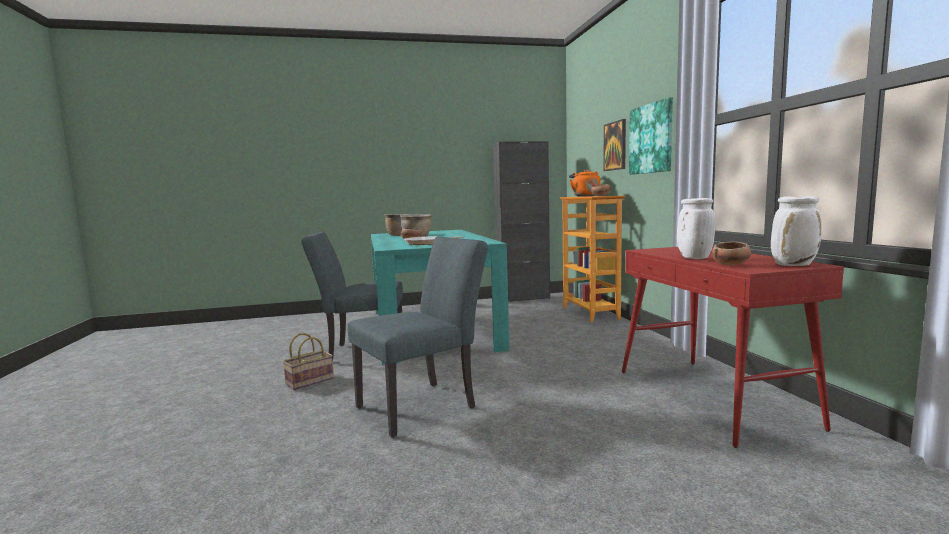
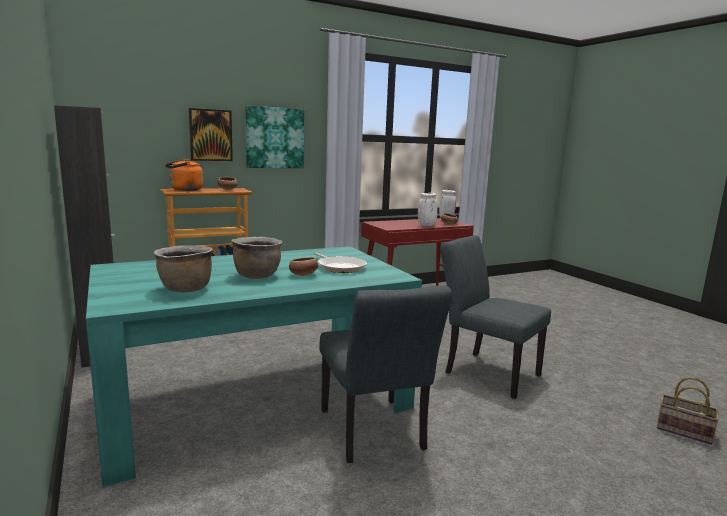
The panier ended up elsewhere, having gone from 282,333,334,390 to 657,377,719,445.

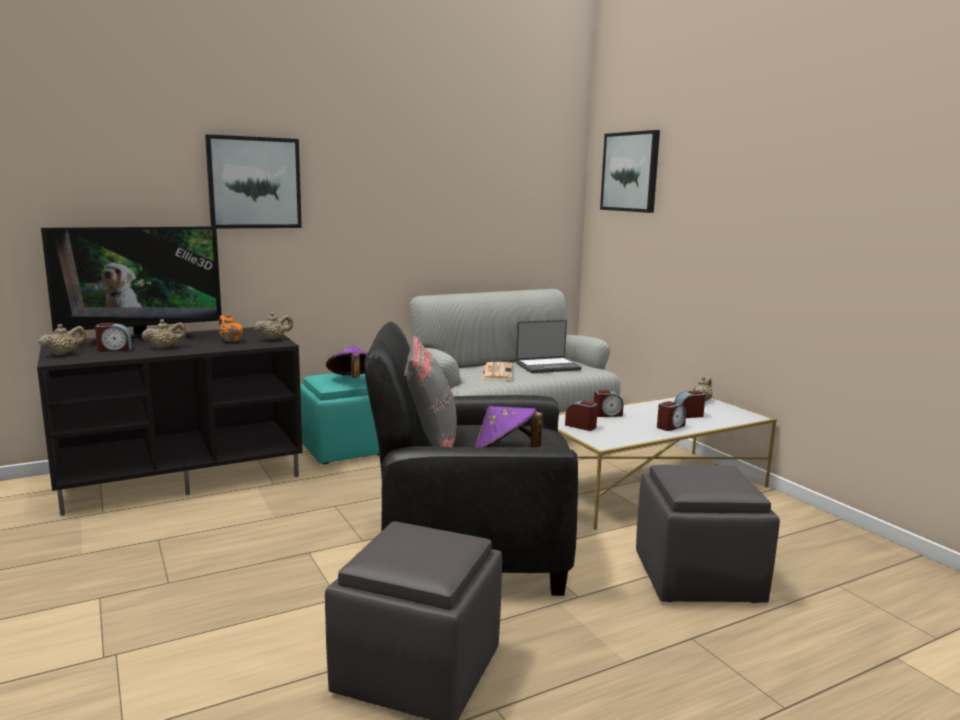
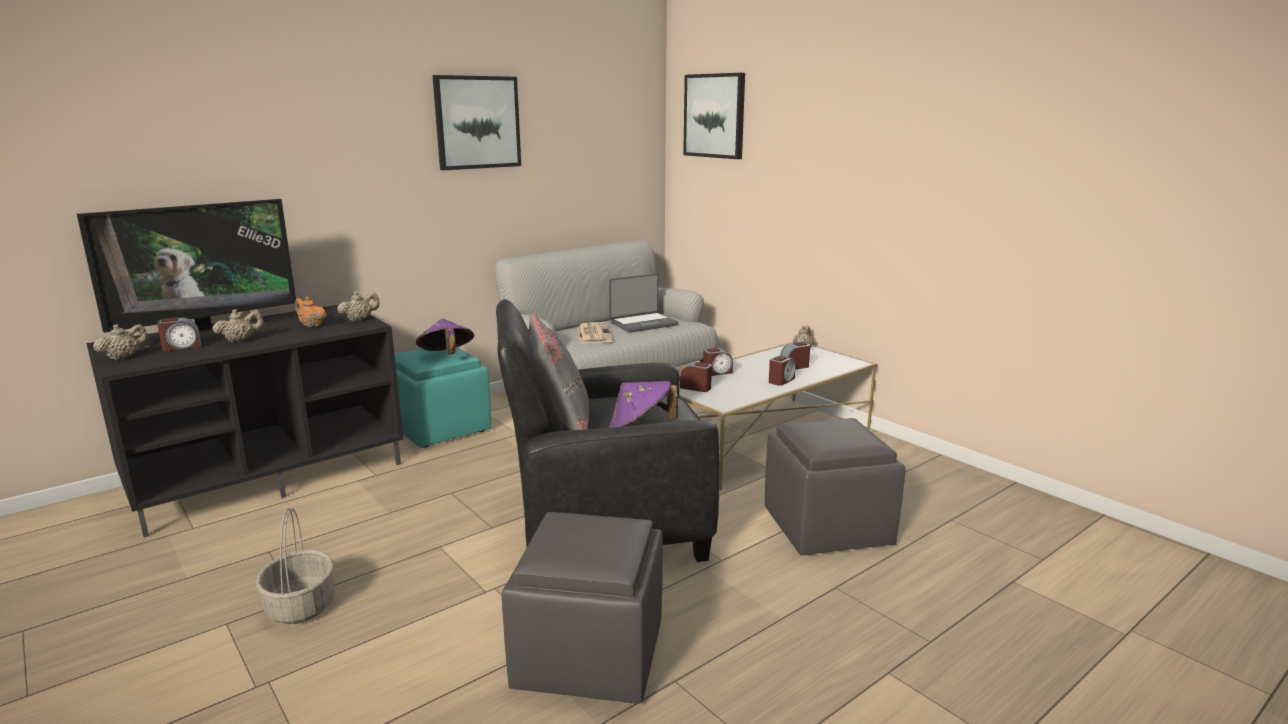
The second view gained the panier at 256,508,335,624.
The tableau ended up elsewhere, having gone from 205,134,302,228 to 432,75,521,170.

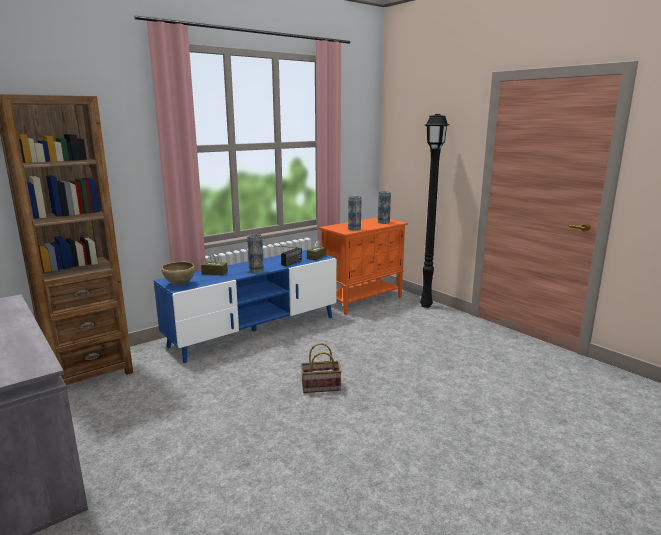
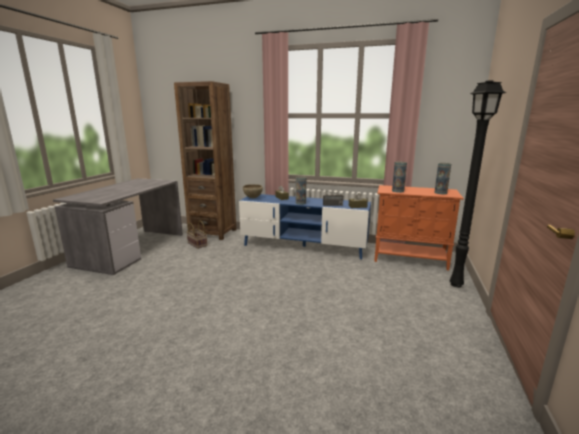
The panier ended up elsewhere, having gone from 301,343,342,393 to 186,221,208,249.

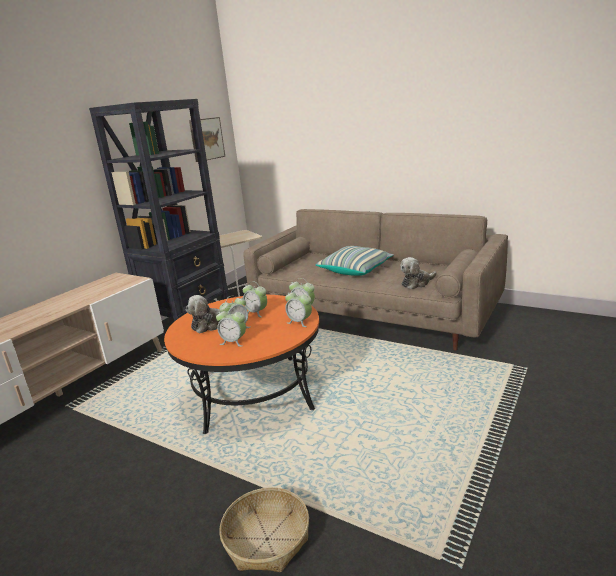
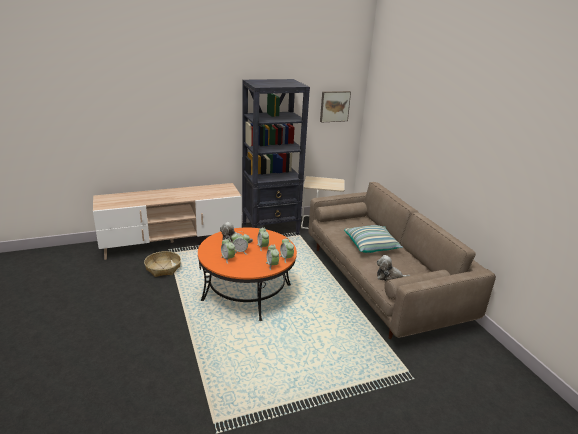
The panier ended up elsewhere, having gone from 220,487,309,572 to 144,251,181,277.

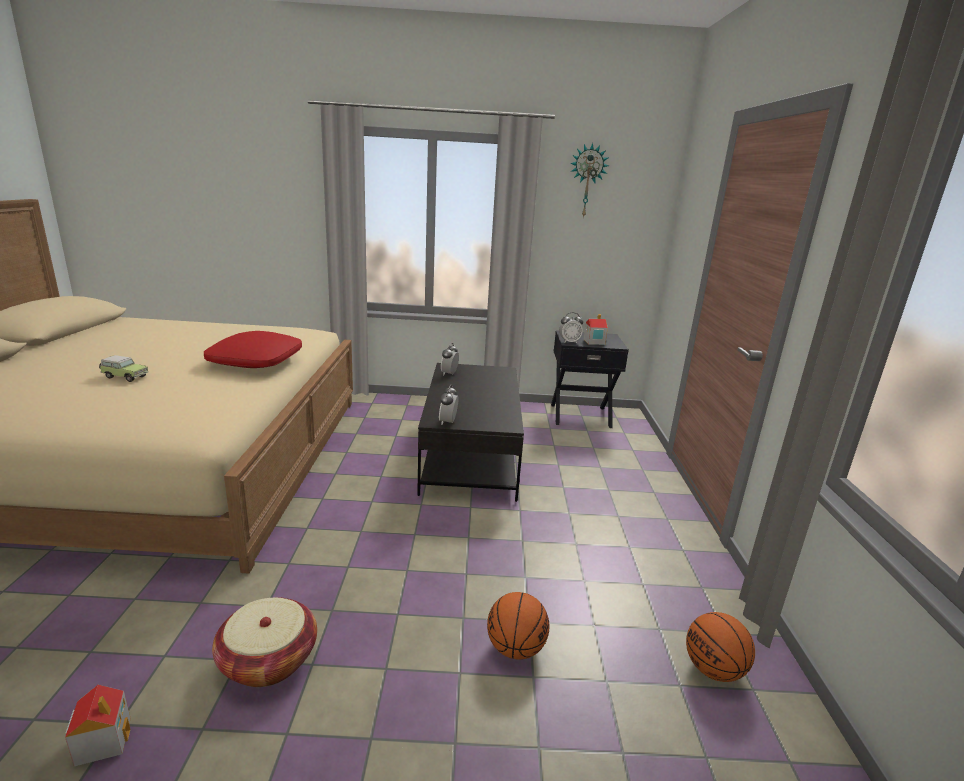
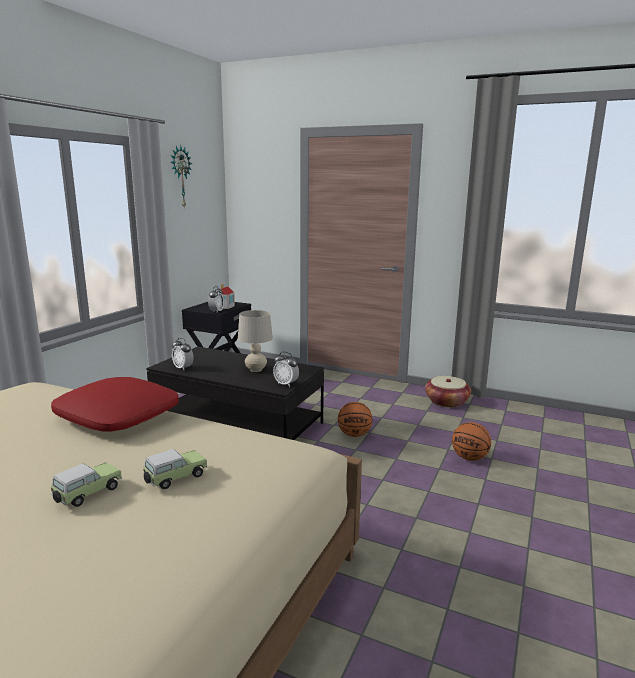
The second view lost the maison miniature at 65,685,131,766.
The second view gained the petite voiture at 143,449,207,489.
The second view gained the lampe de table (beige) at 238,310,273,372.
The panier ended up elsewhere, having gone from 212,597,317,687 to 425,376,471,408.
The ballon de basket ended up elsewhere, having gone from 686,612,755,682 to 338,402,373,437.

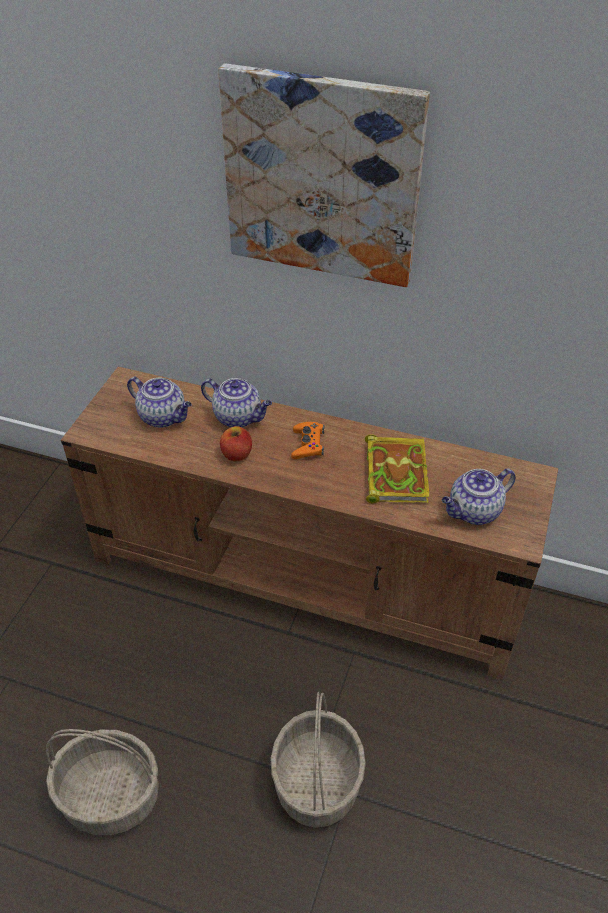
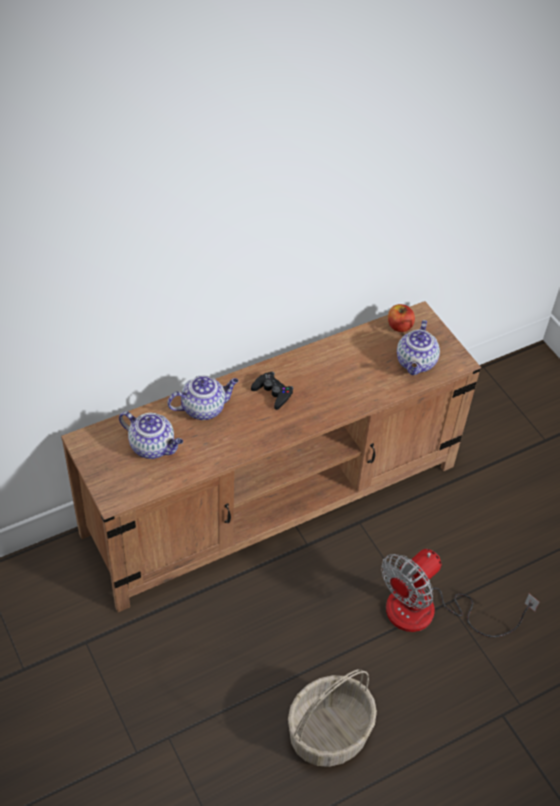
The second view lost the tableau at 218,64,430,287.
The second view lost the livre at 365,434,430,504.
The pomme ended up elsewhere, having gone from 220,426,252,461 to 388,304,415,332.
Where the panier stood at 270,692,366,828, the ventilateur came to stand at 381,549,539,637.
What was the manette (orange) at 291,422,325,459 turned into the manette (noir) at 251,372,293,410.
The théière at 127,377,192,428 ended up facing another way, 45 degrees clockwise from before.

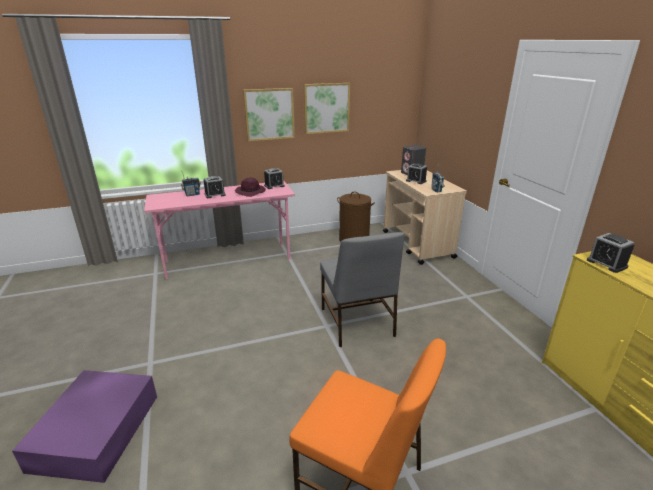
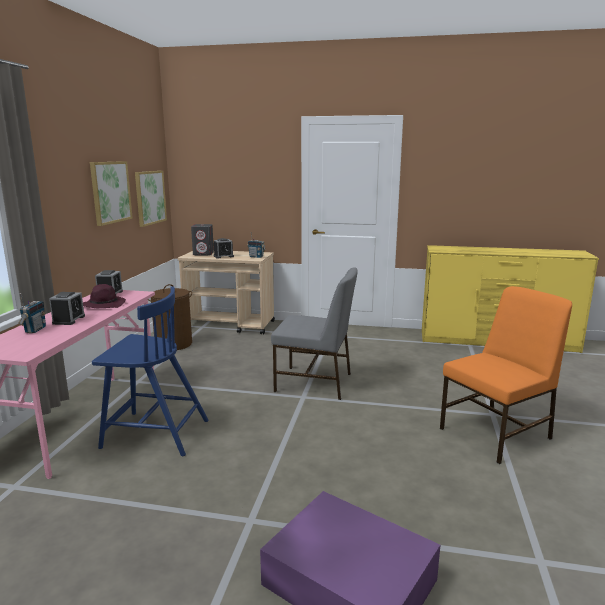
The second view lost the réveil at 587,233,635,273.
The second view gained the chaise (bleu) at 92,286,209,456.
The tableau ended up elsewhere, having gone from 243,88,295,141 to 135,171,167,227.

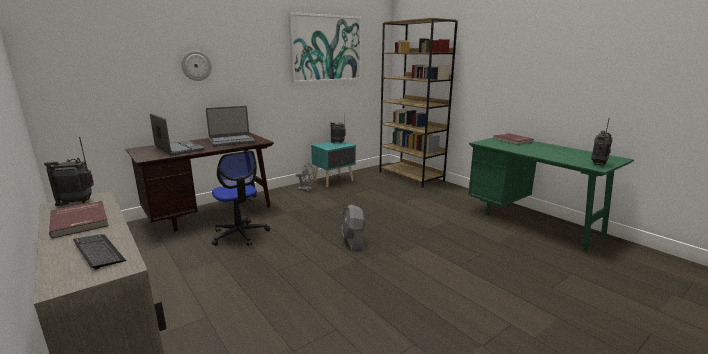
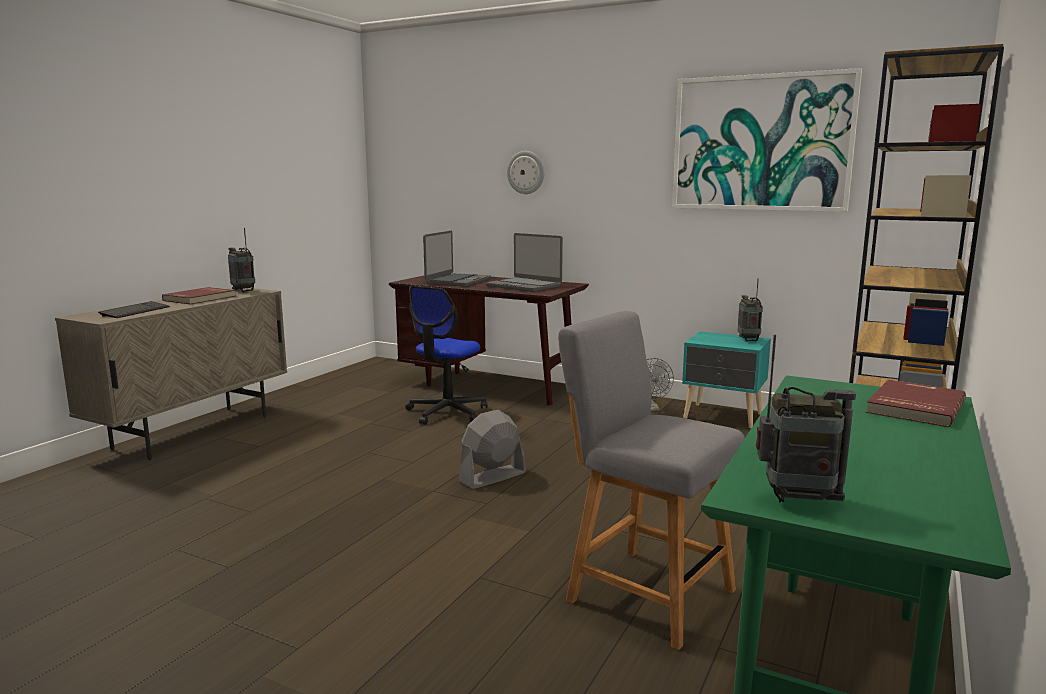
The second view gained the chaise (gris) at 558,311,745,650.

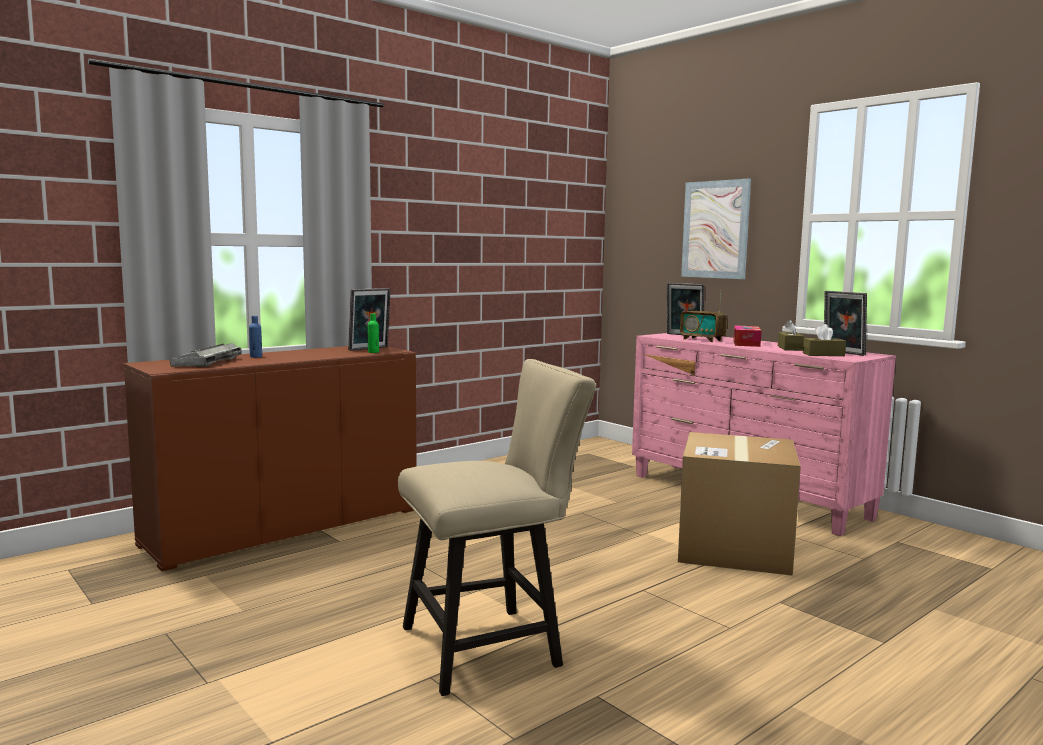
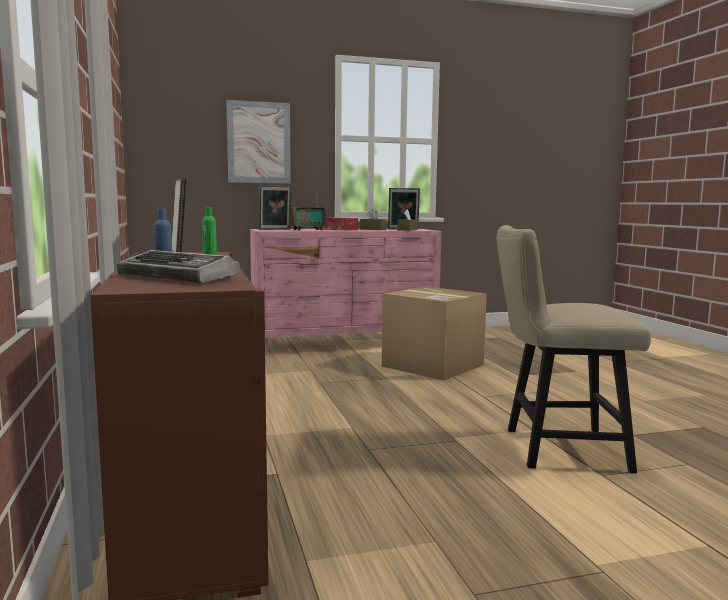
The chaise (beige) at 398,359,596,696 ended up facing another way, 90 degrees counterclockwise from before.

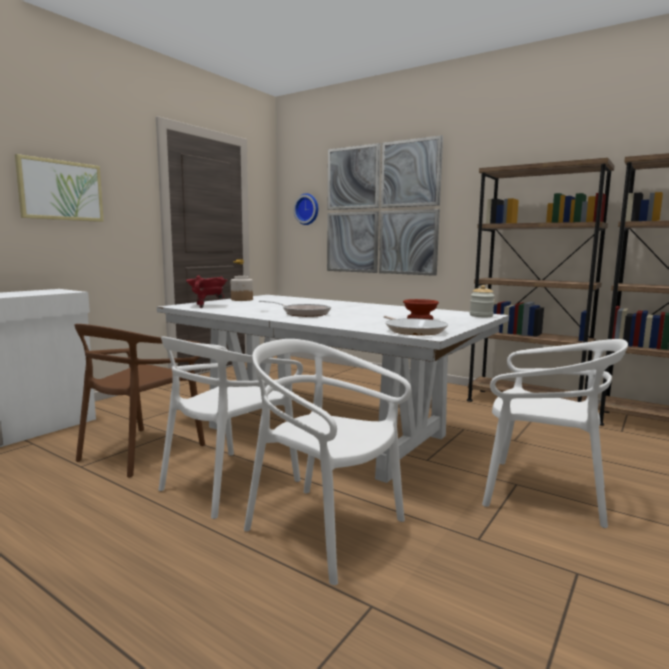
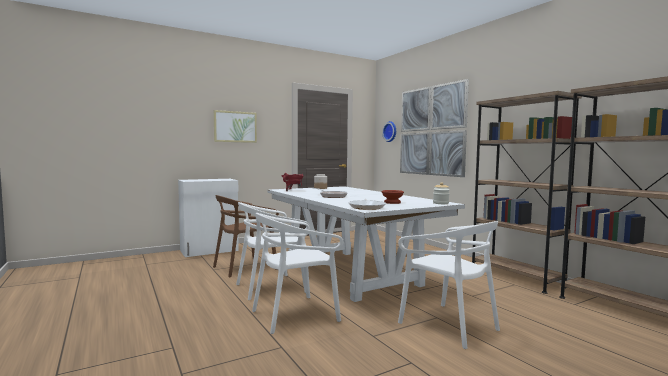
The chaise (blanc) at 244,339,411,585 ended up facing another way, 90 degrees counterclockwise from before.

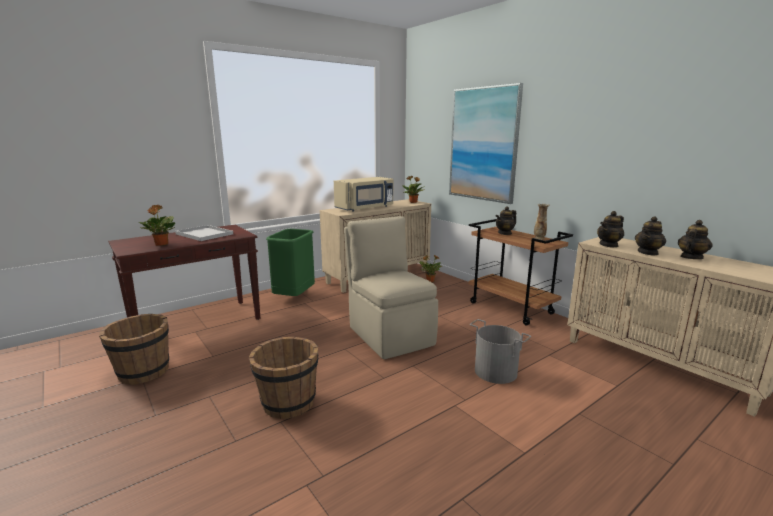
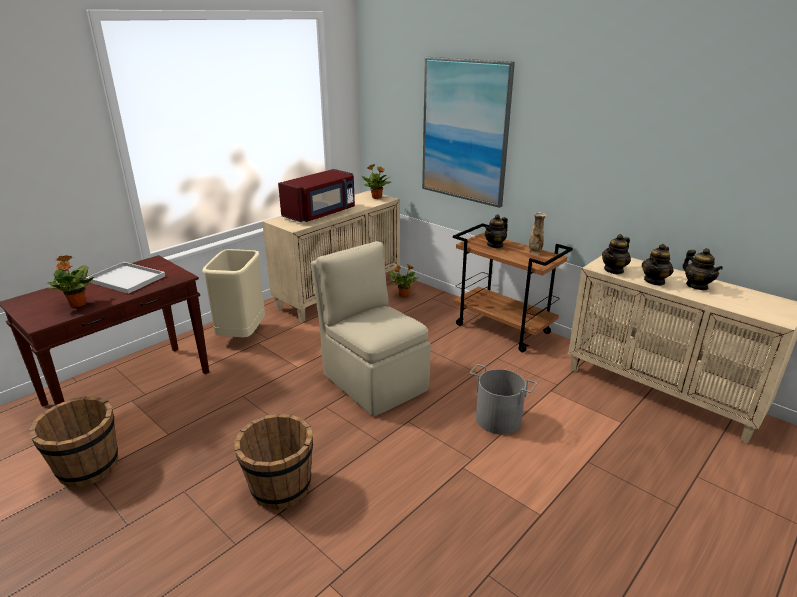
What was the poubelle (vert) at 266,229,315,296 turned into the poubelle (beige) at 203,249,265,337.
What was the micro-ondes (beige) at 334,177,393,212 turned into the micro-ondes (rouge) at 278,169,355,222.
The théière at 678,220,712,259 ended up facing another way, 120 degrees clockwise from before.

